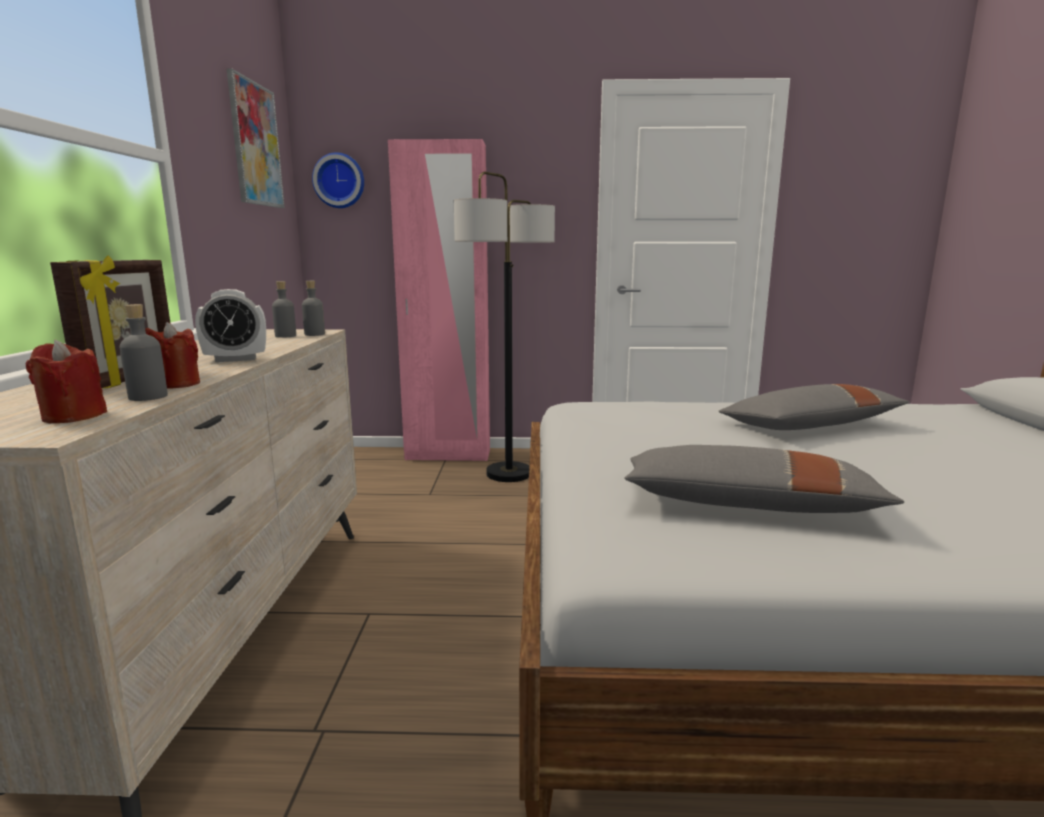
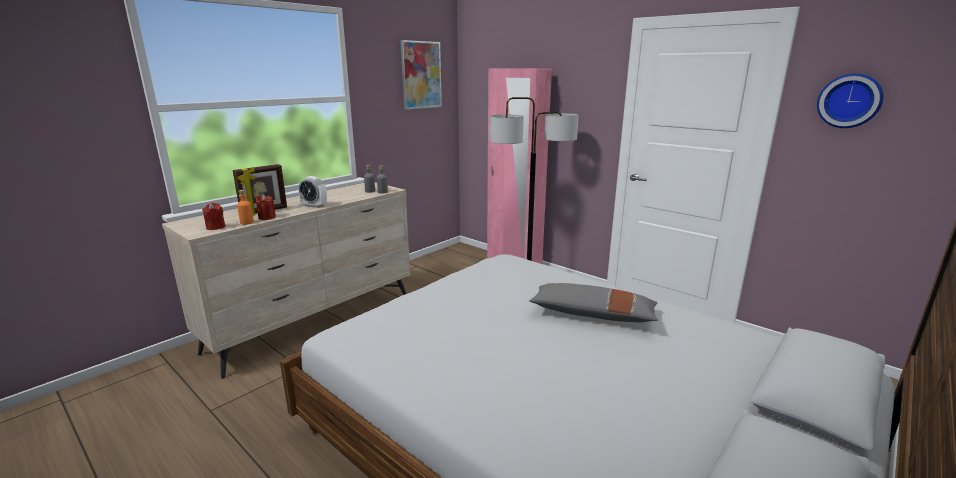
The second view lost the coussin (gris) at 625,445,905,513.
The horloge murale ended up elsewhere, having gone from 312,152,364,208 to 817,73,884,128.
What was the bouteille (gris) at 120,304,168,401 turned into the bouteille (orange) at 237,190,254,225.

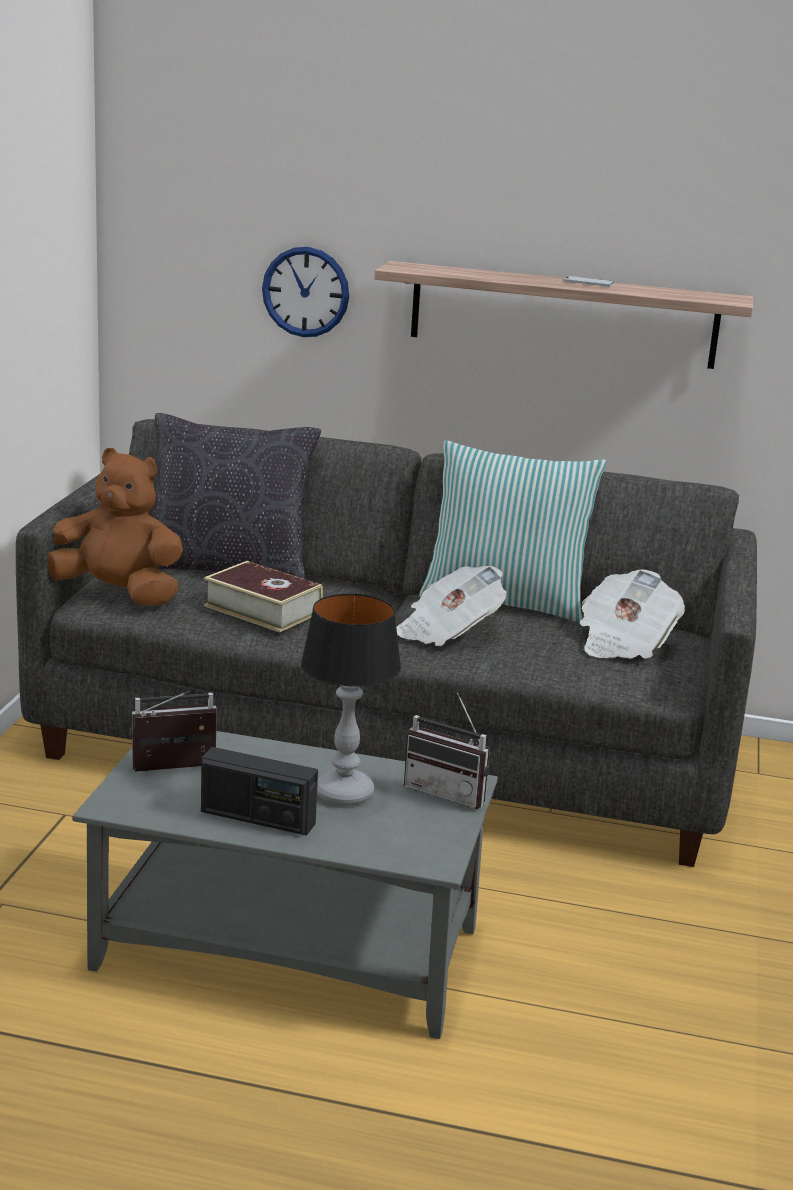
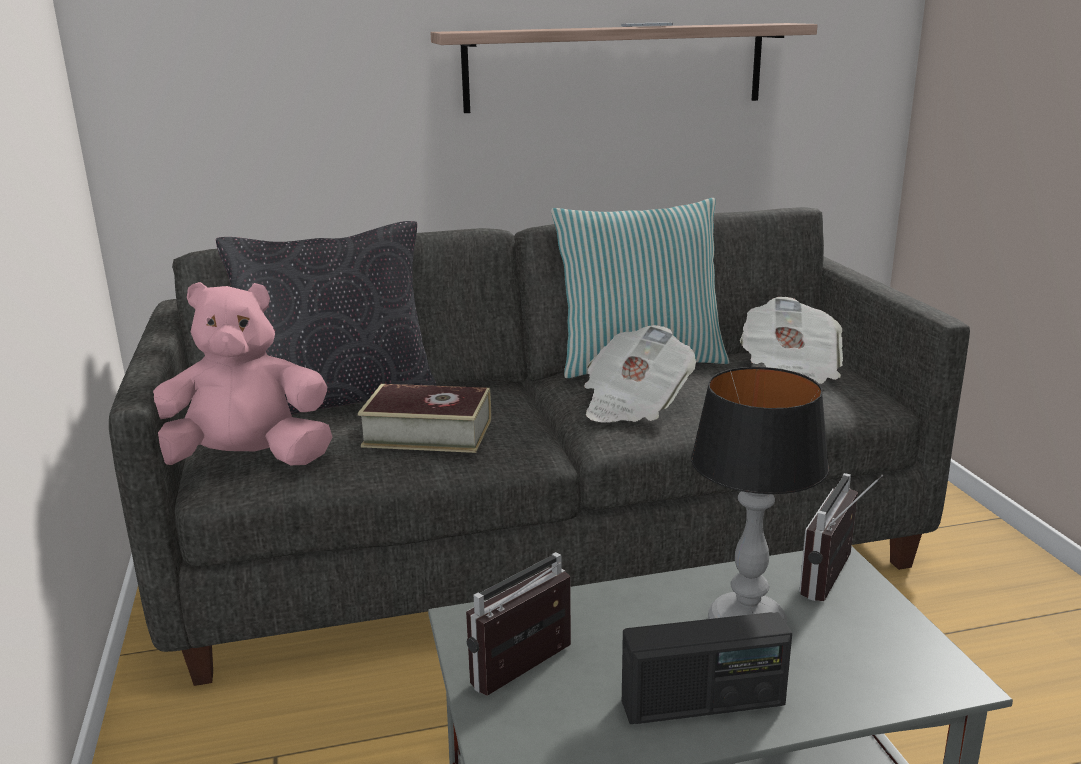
The second view lost the horloge murale at 262,247,349,337.
What was the peluche (marron) at 48,448,183,606 turned into the peluche (rose) at 153,282,333,465.
The radio at 404,693,490,809 ended up facing another way, 120 degrees clockwise from before.

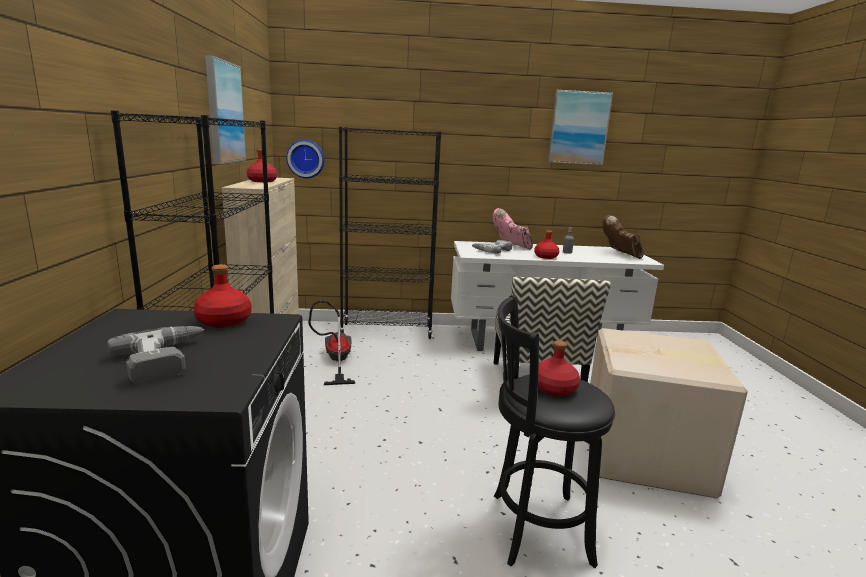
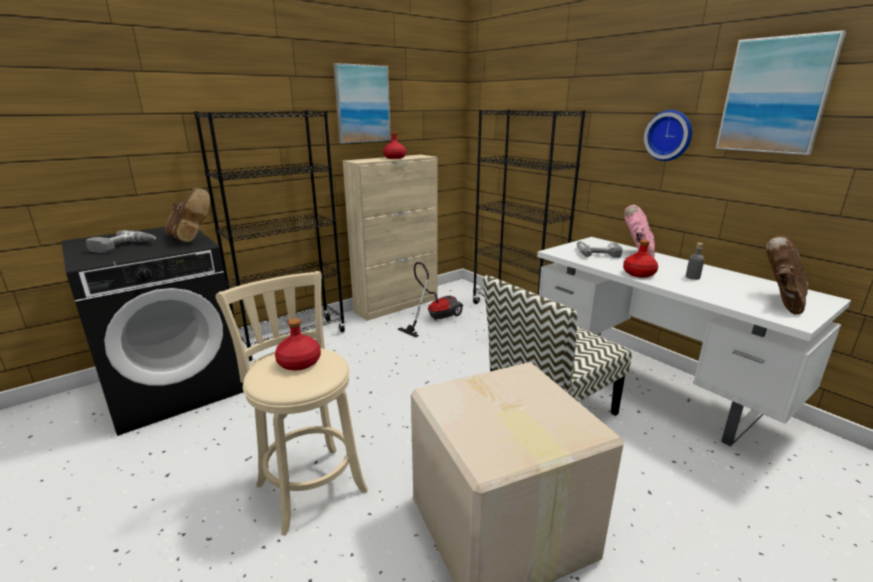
The horloge murale ended up elsewhere, having gone from 286,140,324,179 to 644,110,692,161.
Where the bouteille (rouge) stood at 193,264,252,328, the botte (marron) came to stand at 166,188,210,242.
What was the tabouret (noir) at 494,295,615,568 turned into the tabouret (beige) at 216,271,368,536.

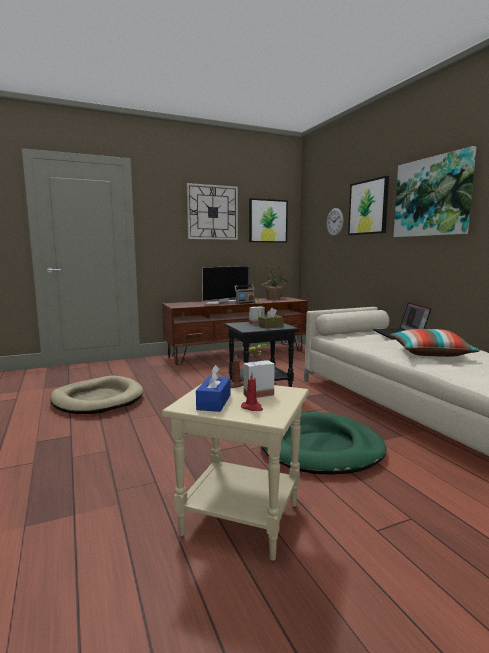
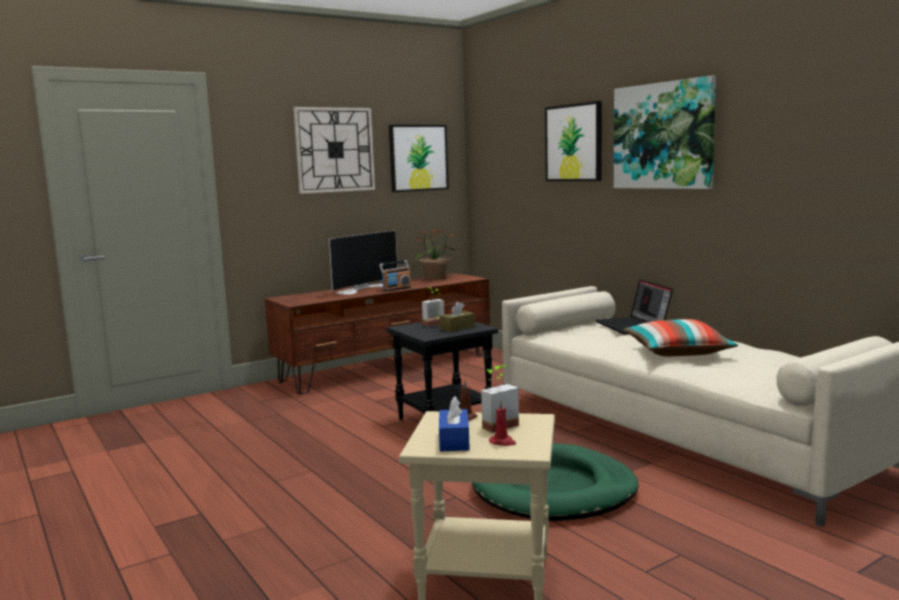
The second view lost the panier pour chien (beige) at 50,376,144,414.
The second view lost the horloge murale at 327,208,343,236.

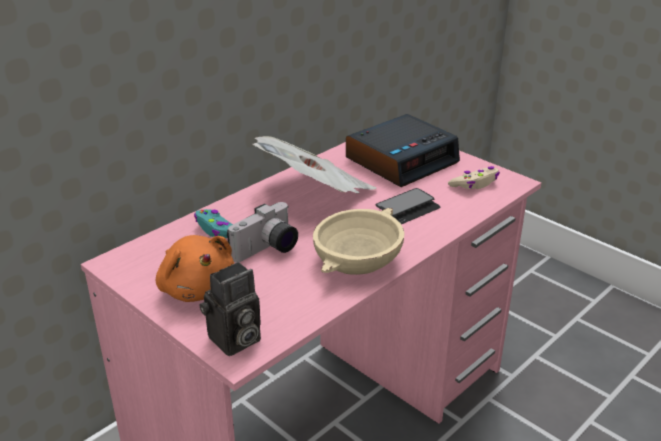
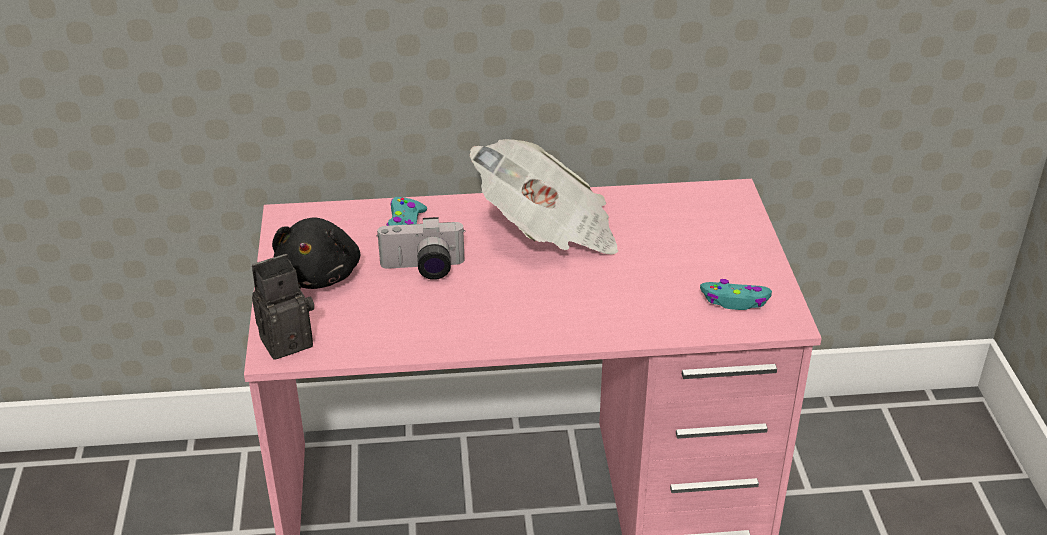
The second view lost the bol (beige) at 313,208,405,275.
The second view lost the réveil at 346,114,460,187.
The second view lost the téléphone at 375,188,440,224.
What was the peluche (orange) at 156,235,234,302 turned into the peluche (noir) at 272,217,360,289.
What was the manette (beige) at 448,166,500,189 turned into the manette (turquoise) at 700,279,772,310.
The appareil photo at 199,262,261,356 ended up facing another way, 150 degrees clockwise from before.

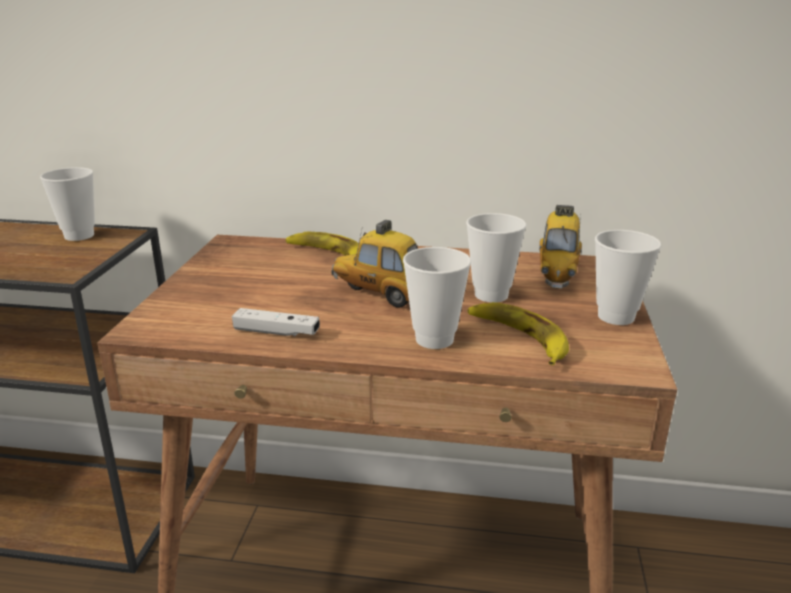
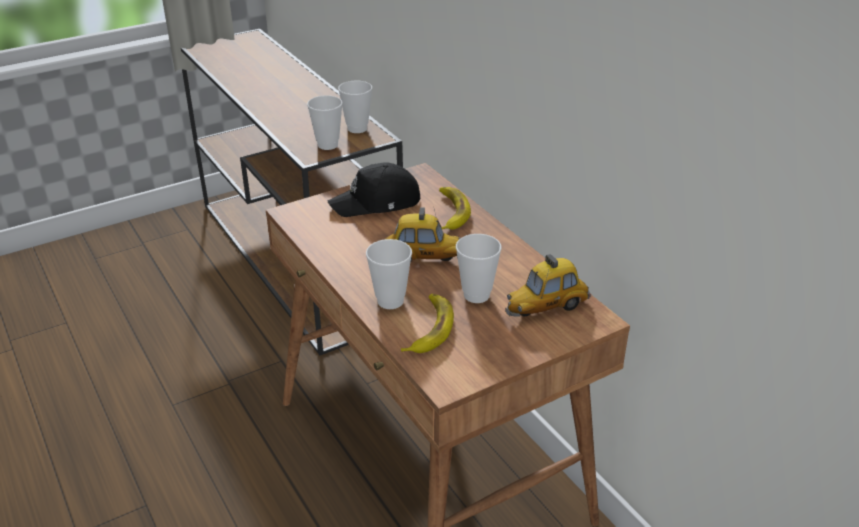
The second view lost the manette (blanc) at 232,308,320,337.
The second view gained the casquette (noir) at 328,162,420,217.
The tasse ended up elsewhere, having gone from 595,230,661,325 to 307,95,343,150.
The petite voiture at 332,220,418,308 ended up facing another way, 105 degrees clockwise from before.

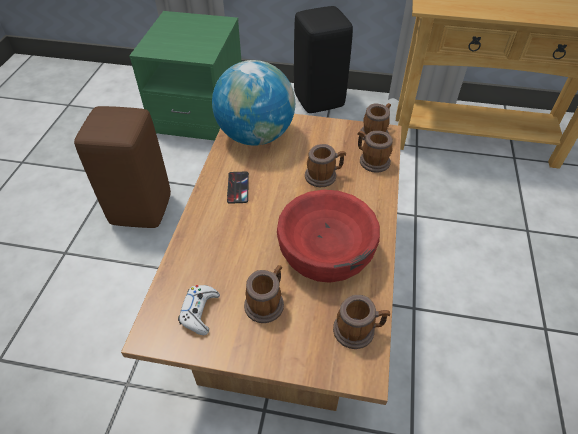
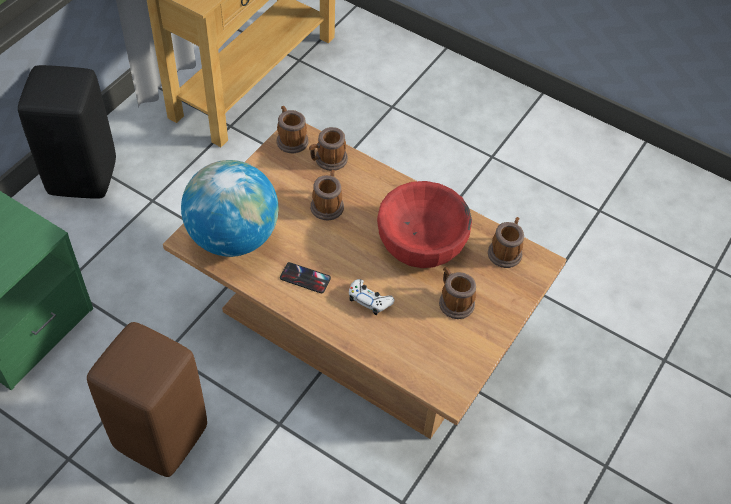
The manette (blanc) ended up elsewhere, having gone from 178,285,220,335 to 349,279,394,315.

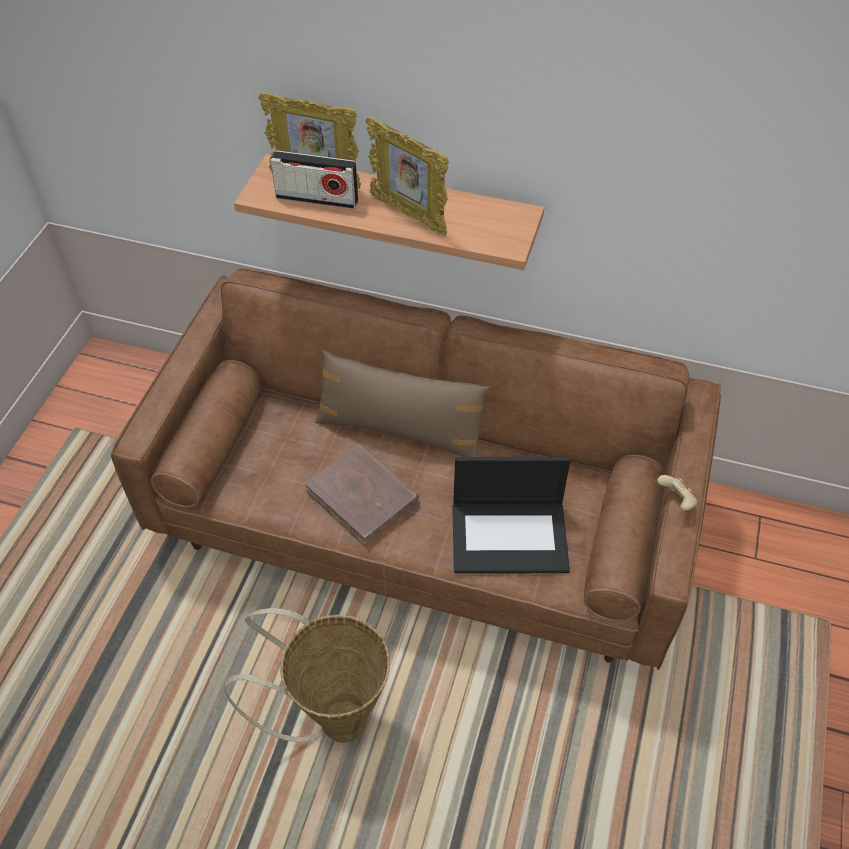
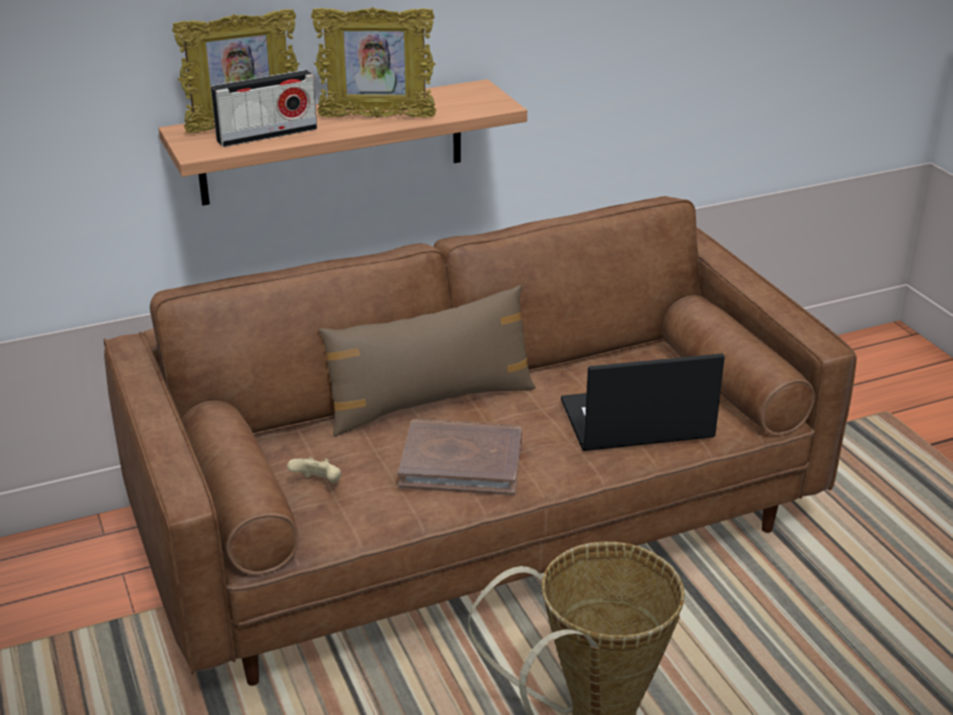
The manette (beige) ended up elsewhere, having gone from 657,475,697,511 to 287,457,341,483.
The ordinateur portable at 452,457,570,573 ended up facing another way, 150 degrees counterclockwise from before.

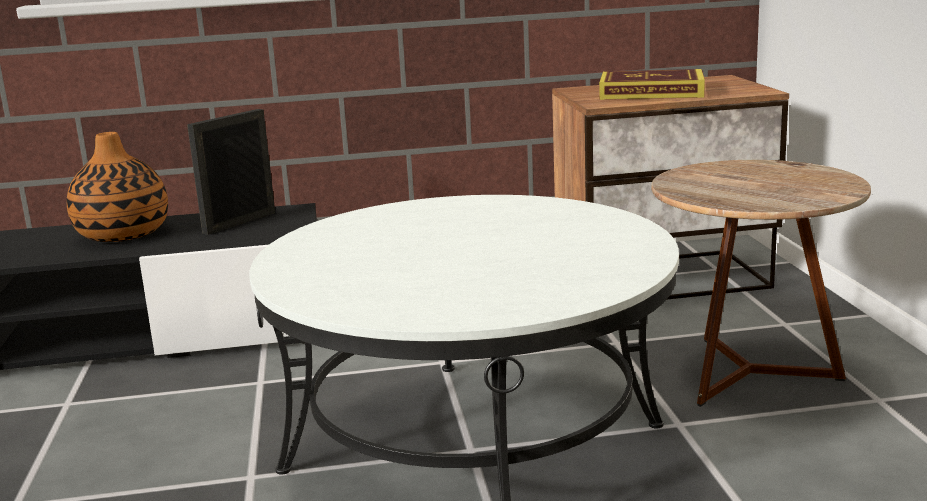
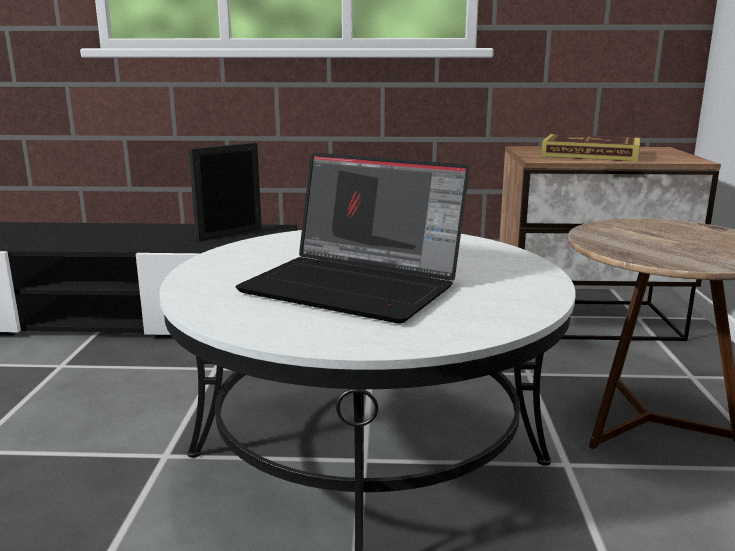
The second view lost the vase at 67,132,168,242.
The second view gained the ordinateur portable at 235,152,470,324.

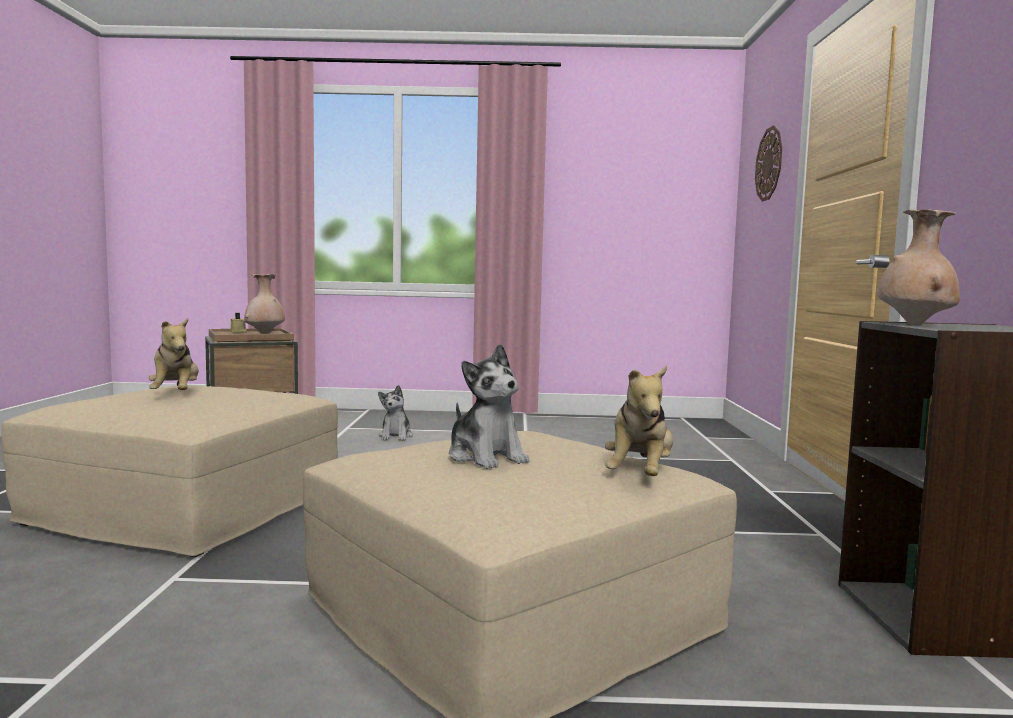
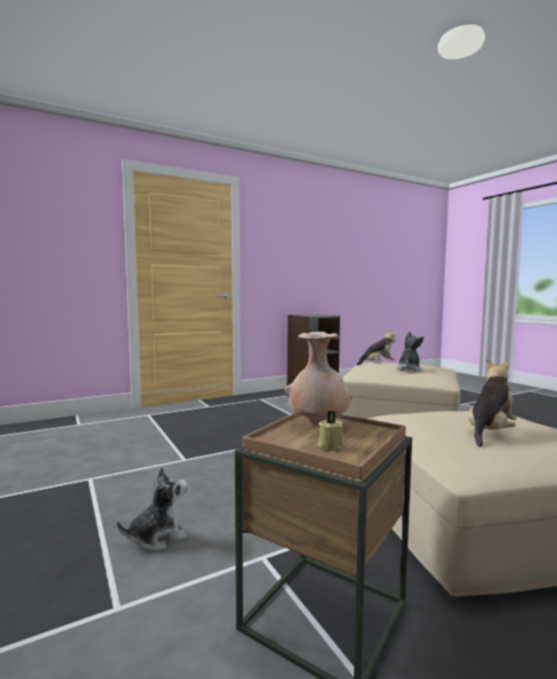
The second view lost the horloge murale at 755,126,782,201.
The second view lost the vase (beige) at 877,209,960,325.

